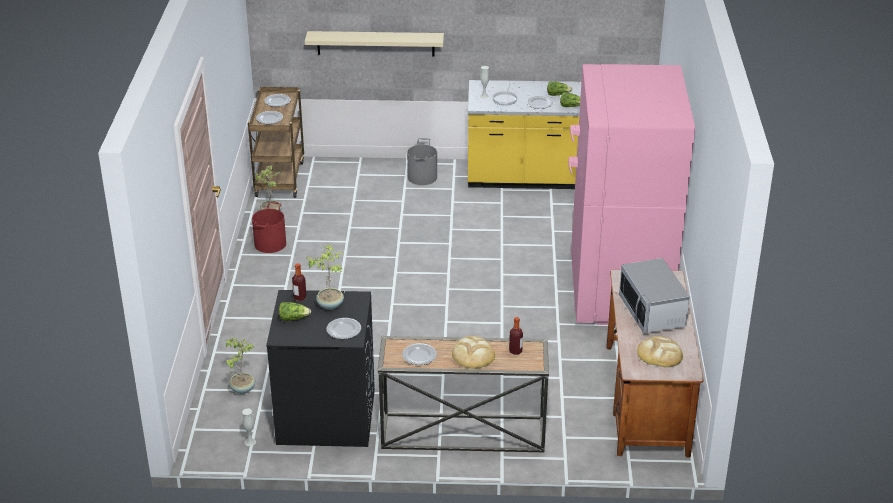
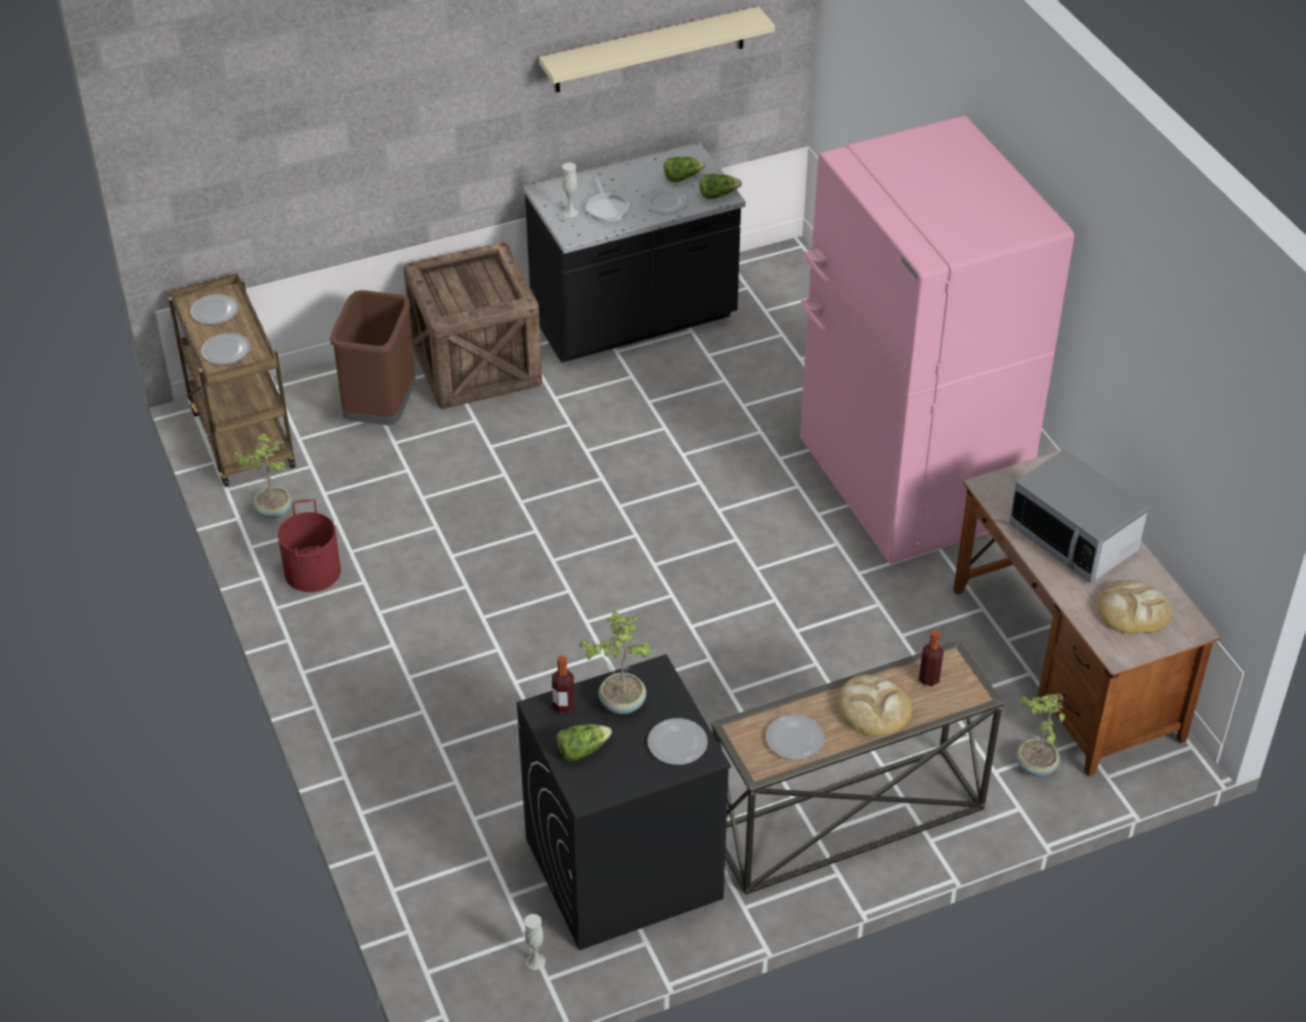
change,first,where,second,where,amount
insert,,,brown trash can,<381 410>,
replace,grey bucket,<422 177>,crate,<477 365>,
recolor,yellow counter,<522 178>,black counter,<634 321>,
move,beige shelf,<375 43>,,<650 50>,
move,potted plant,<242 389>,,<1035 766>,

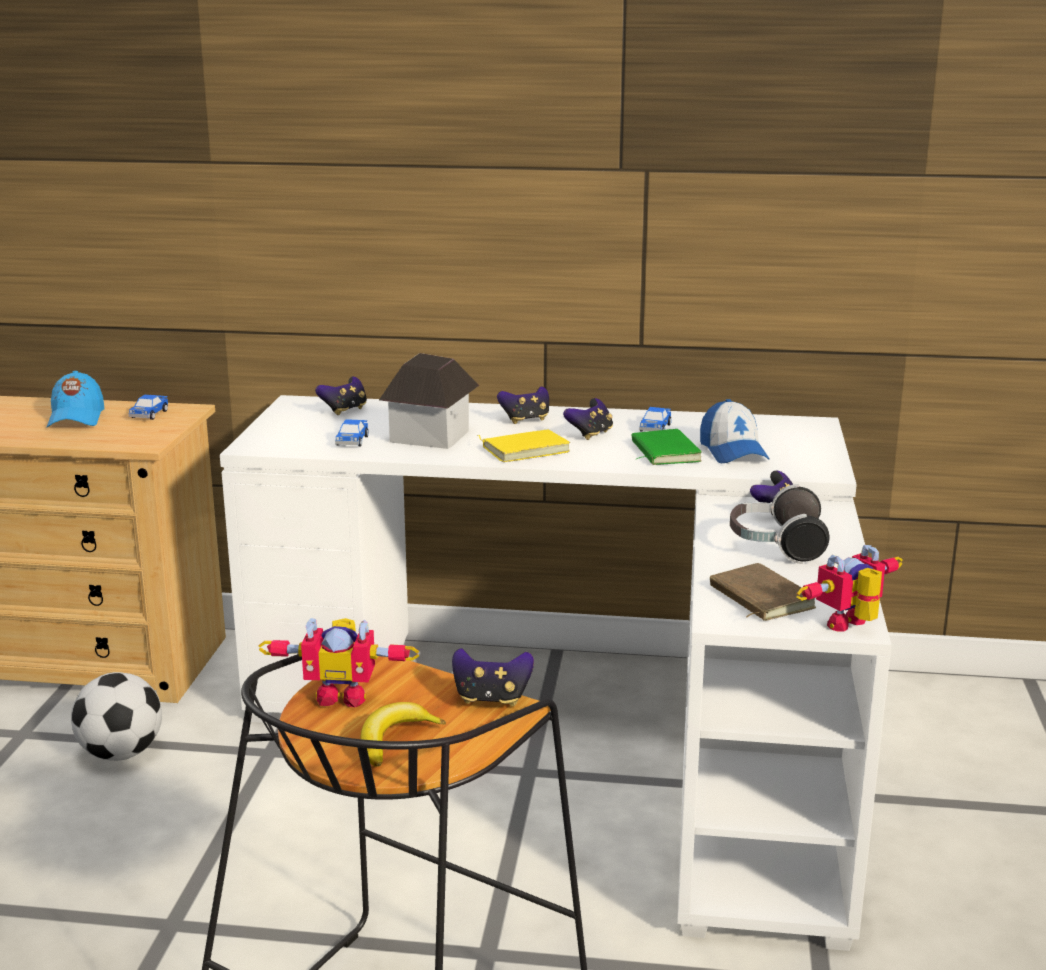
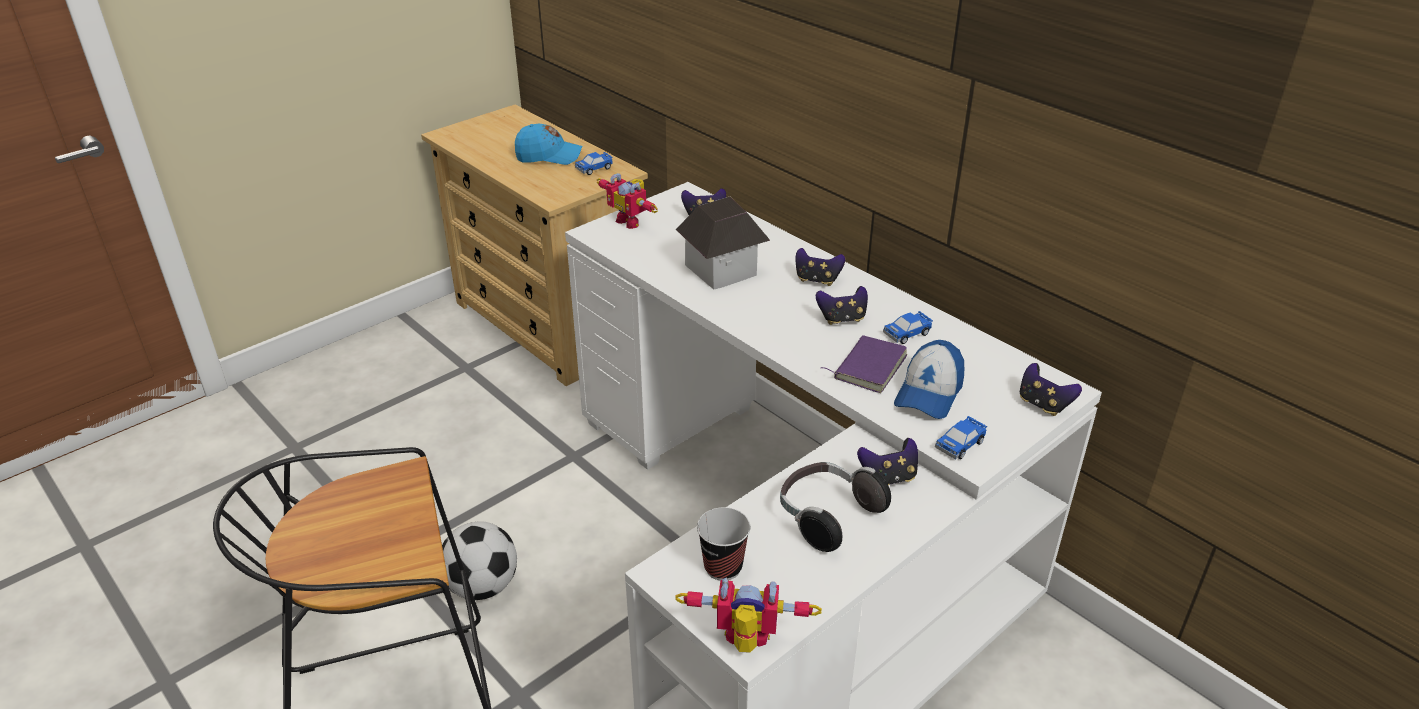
change,first,where,second,where,amount
move,football,<121 753>,,<483 586>,
rotate,blue cap,<76 418>,,<549 156>,120 degrees counterclockwise
move,toy robot,<343 695>,,<631 221>,
replace,brown book,<758 598>,cup,<723 567>,
recolor,green book,<662 452>,purple book,<868 366>,
move,toy car,<352 441>,,<960 444>,
move,game controller,<491 699>,,<1043 404>,
delete,banana,<395 740>,,,
delete,yellow book,<525 449>,,,

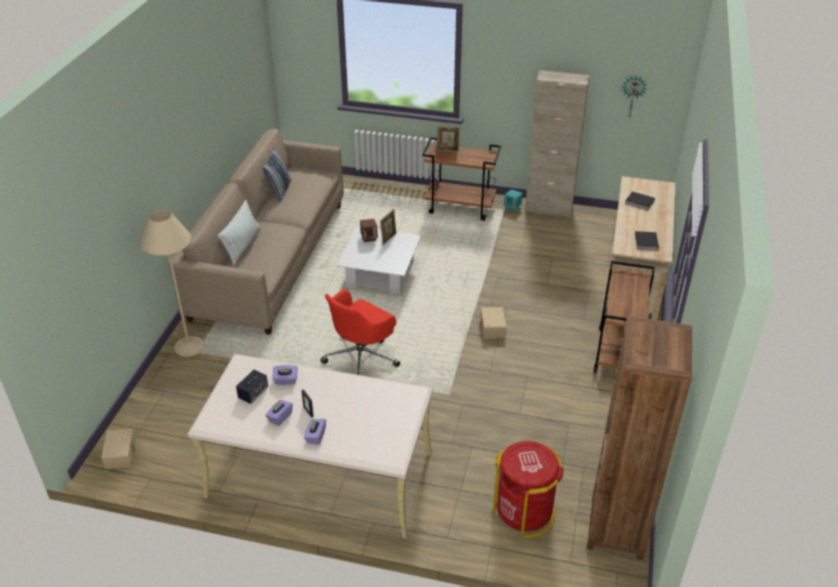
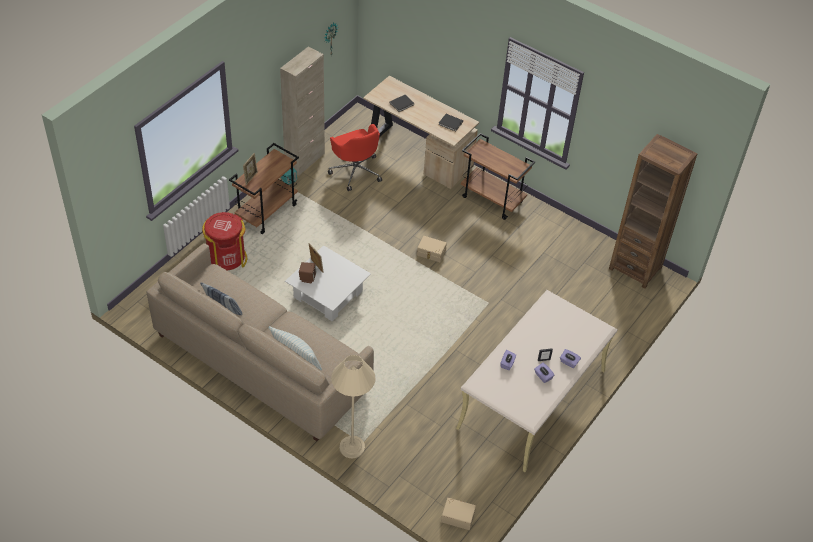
change,first,where,second,where,amount
move,red trash can,<524 511>,,<226 259>,
move,red office chair,<362 357>,,<355 171>,
delete,speaker,<253 393>,,,

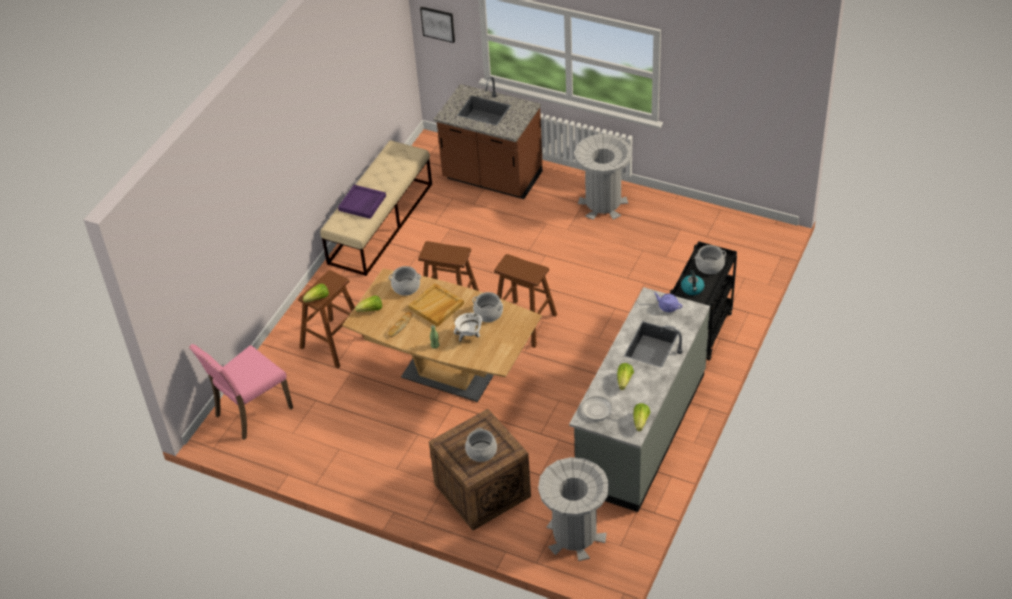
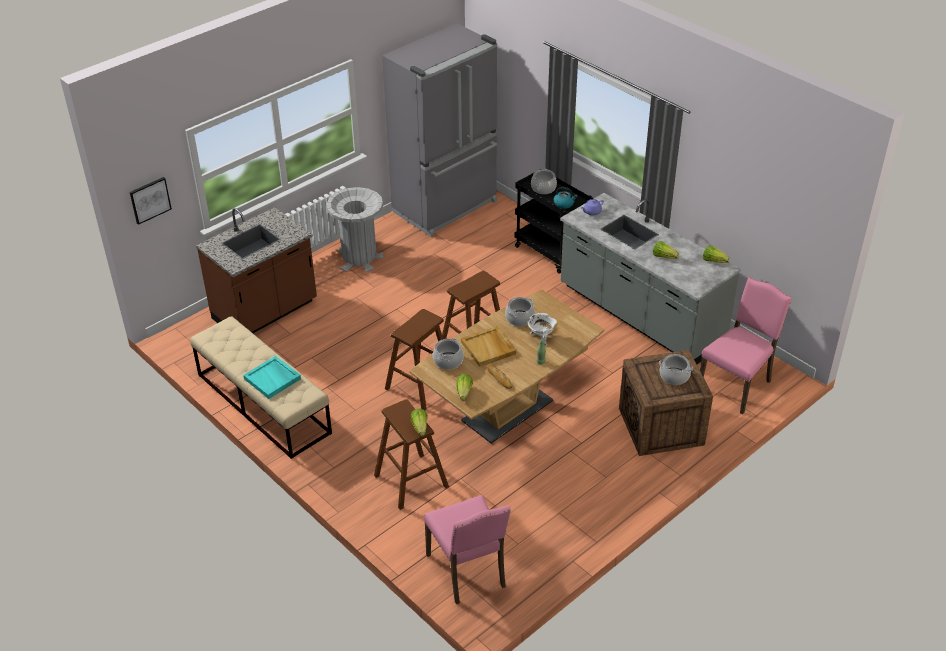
change,first,where,second,where,amount
recolor,purple tray,<362 203>,turquoise tray,<273 379>,
insert,,,grey fridge,<446 207>,
replace,grey trash can,<575 536>,pink chair,<736 385>,
delete,frying pan,<599 411>,,,

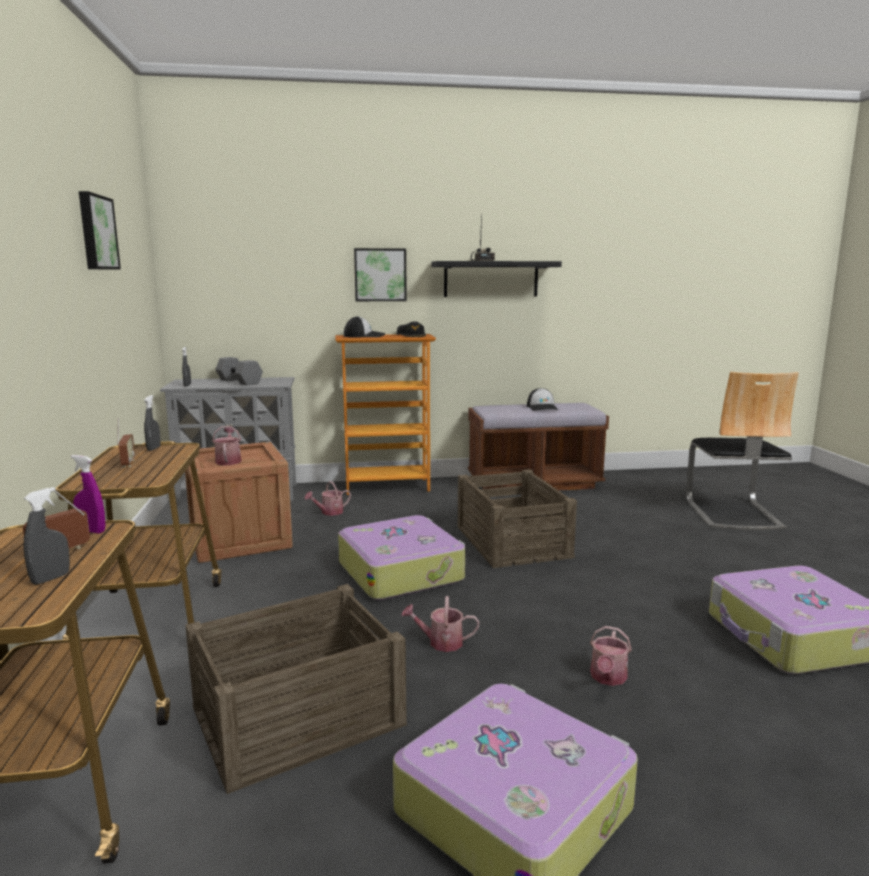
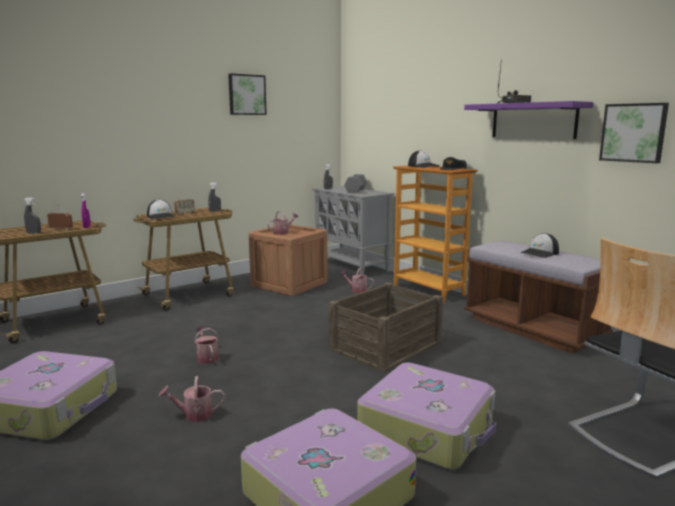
change,first,where,second,where,amount
insert,,,cap,<161 216>,
move,suitcase,<401 571>,,<427 428>,
recolor,black shelf,<491 279>,purple shelf,<533 121>,
move,picture,<380 275>,,<633 132>,
delete,crate,<299 717>,,,

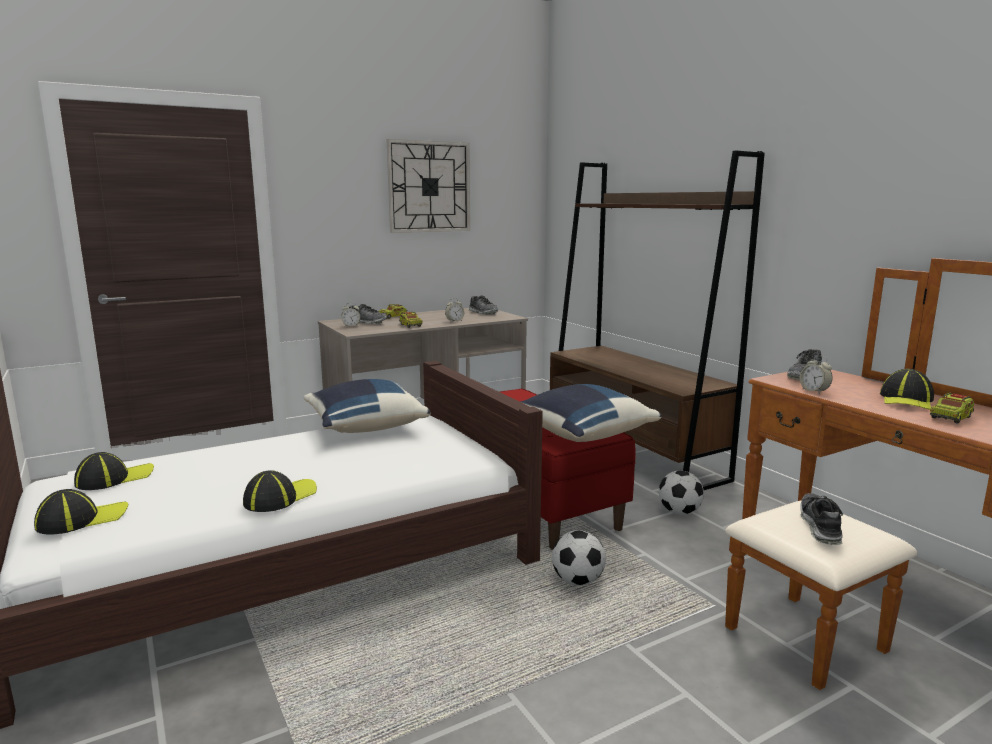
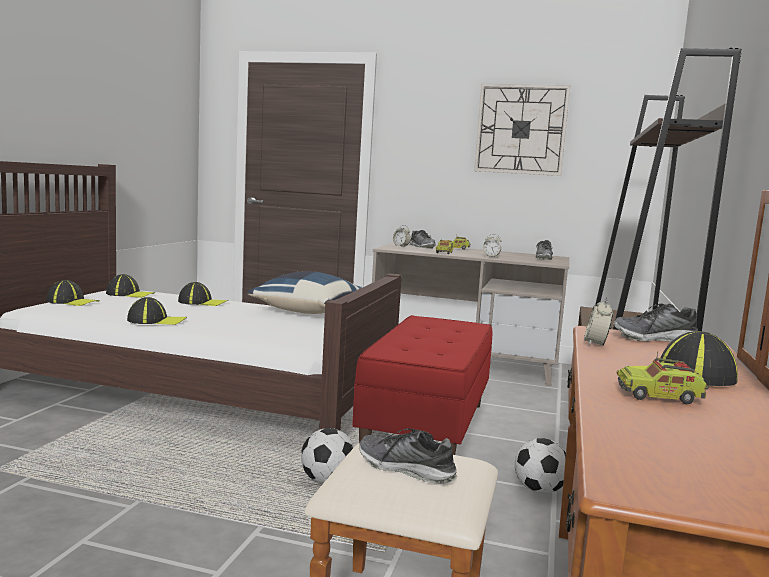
change,first,where,second,where,amount
insert,,,cap,<202 302>,
rotate,shoe,<819 526>,,<406 469>,120 degrees counterclockwise
delete,blue pillow,<580 434>,,,

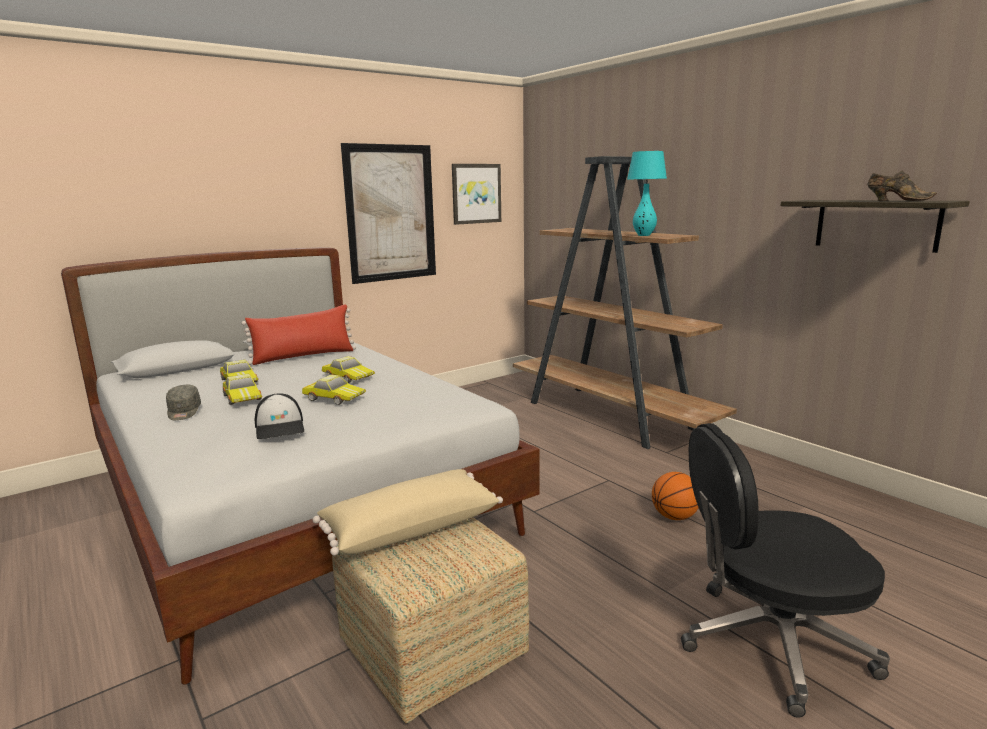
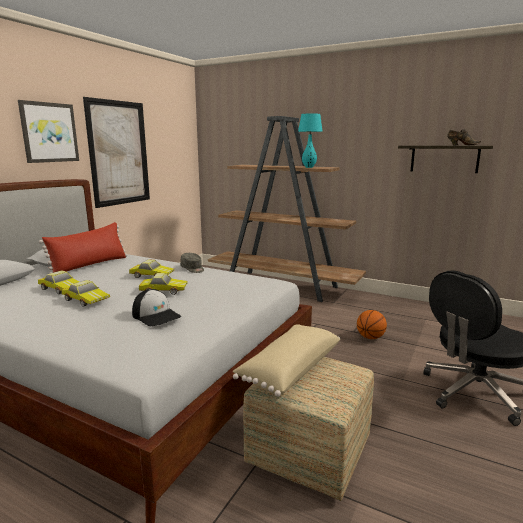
change,first,where,second,where,amount
move,picture,<476 193>,,<49 132>,
move,grey cap,<184 412>,,<193 269>,

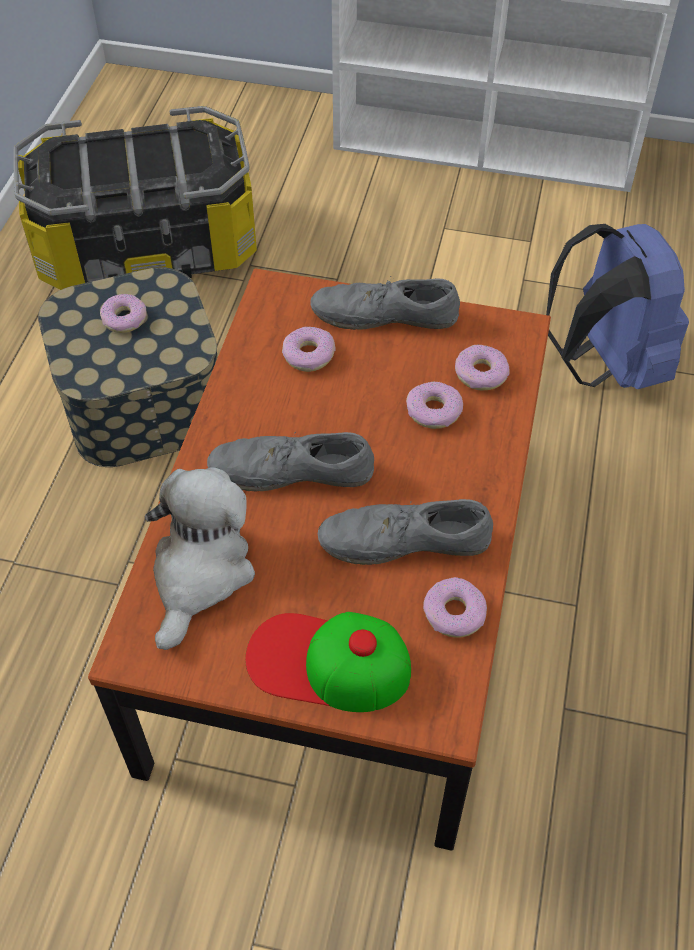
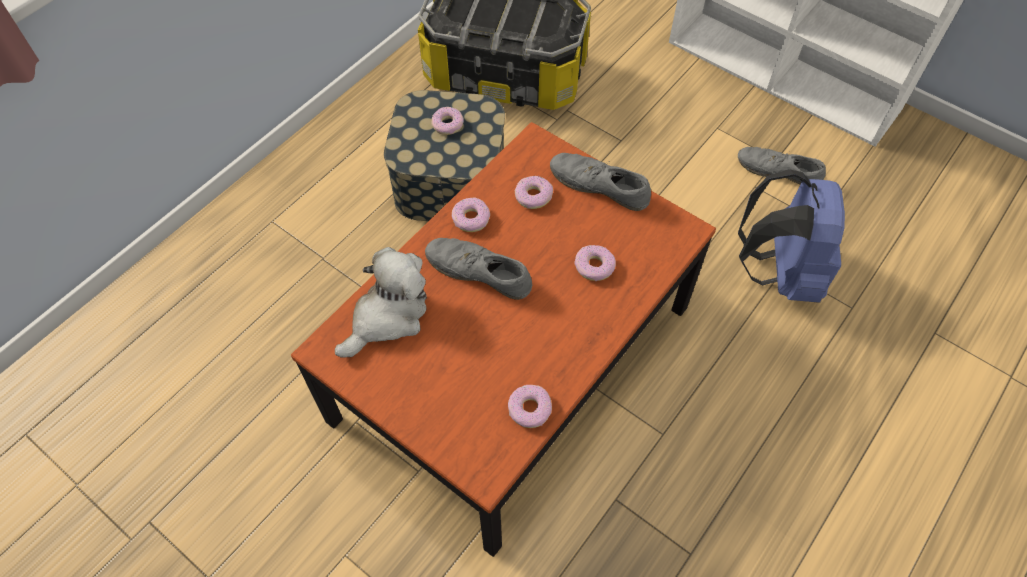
change,first,where,second,where,amount
move,donut,<480 374>,,<471 219>,
move,grey shoe,<404 541>,,<778 171>,
delete,cap,<327 663>,,,

